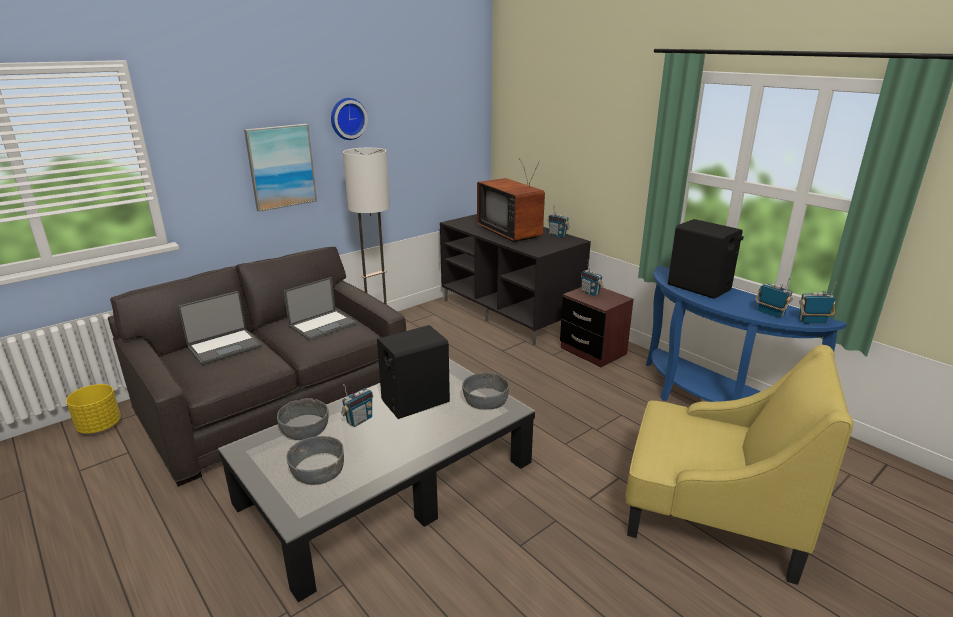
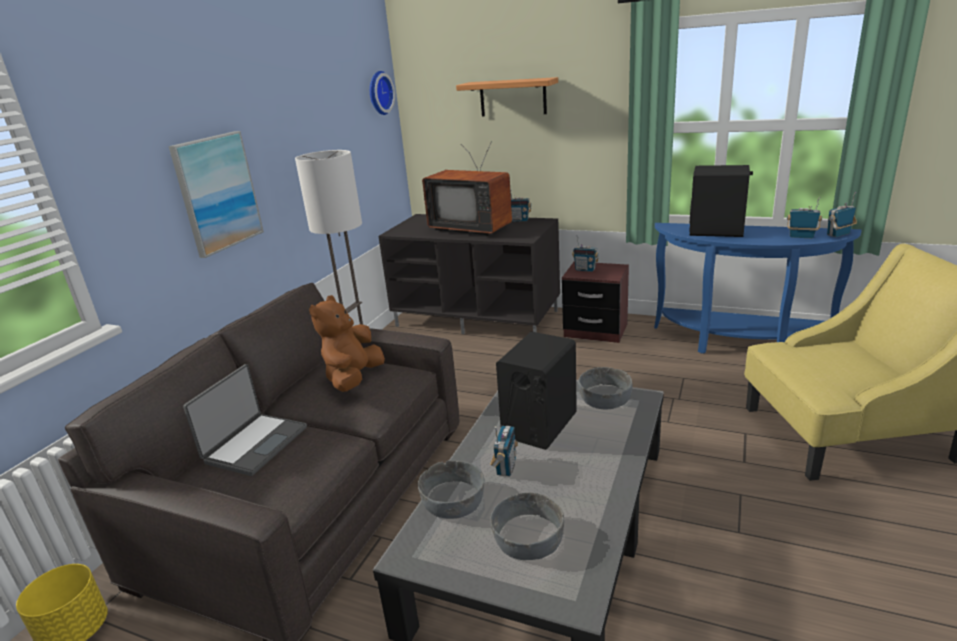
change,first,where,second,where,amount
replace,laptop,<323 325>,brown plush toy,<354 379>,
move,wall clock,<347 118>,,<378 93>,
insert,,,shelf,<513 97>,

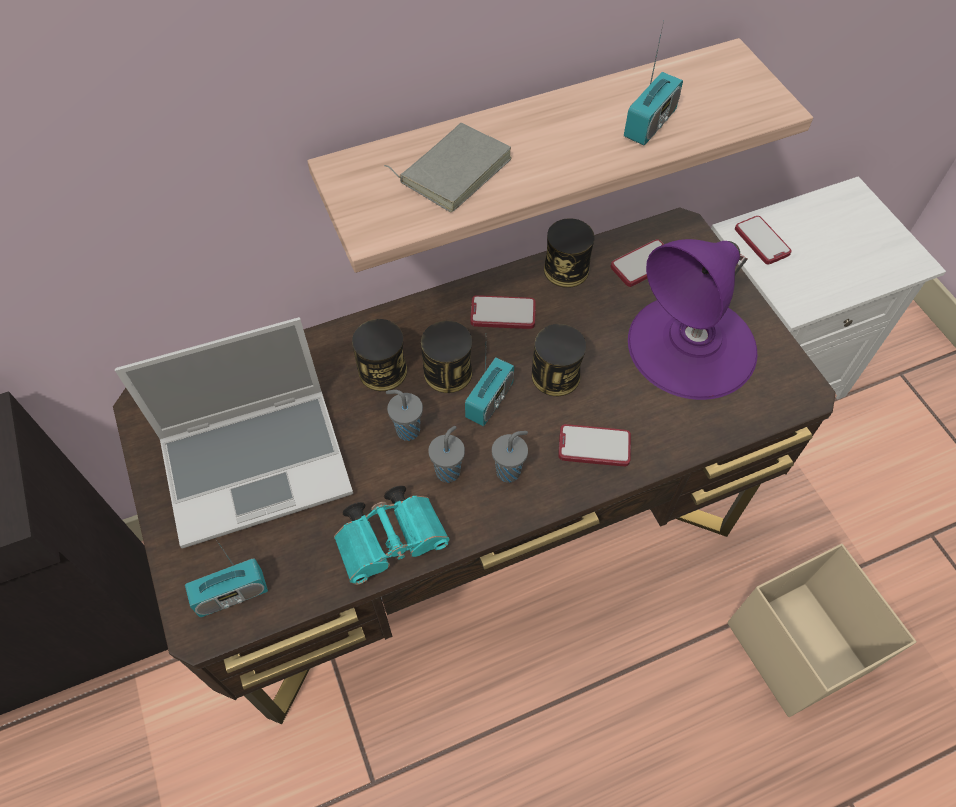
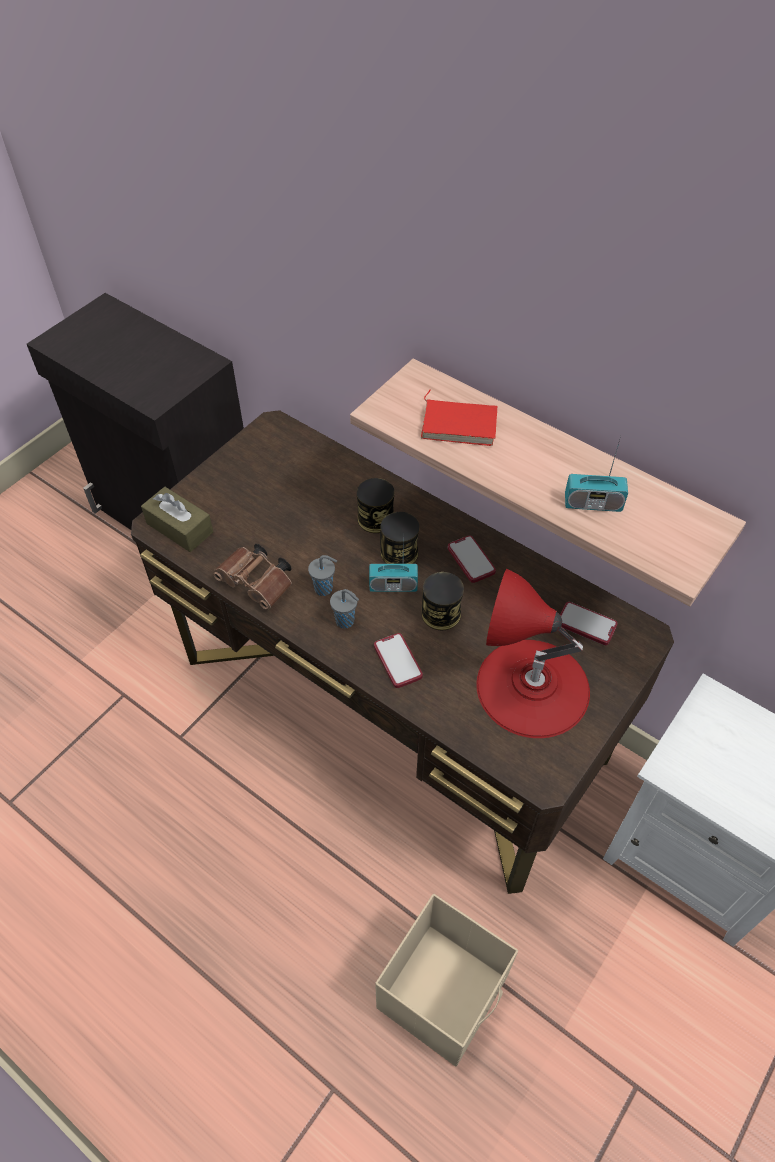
change,first,where,second,where,amount
replace,radio,<232 594>,brown tissue box,<180 528>,
recolor,turquoise binoculars,<393 540>,brown binoculars,<258 584>,
recolor,grey book,<453 169>,red book,<459 424>,
recolor,purple table lamp,<692 345>,red table lamp,<532 687>,
delete,laptop,<258 464>,,,
delete,grey cup,<406 430>,,,
delete,can,<566 269>,,,
delete,phone,<762 241>,,,

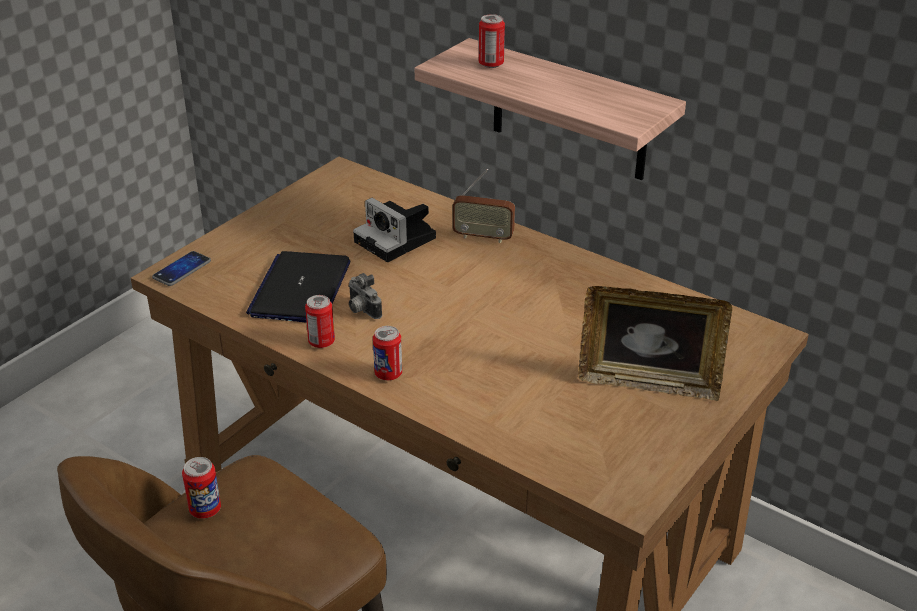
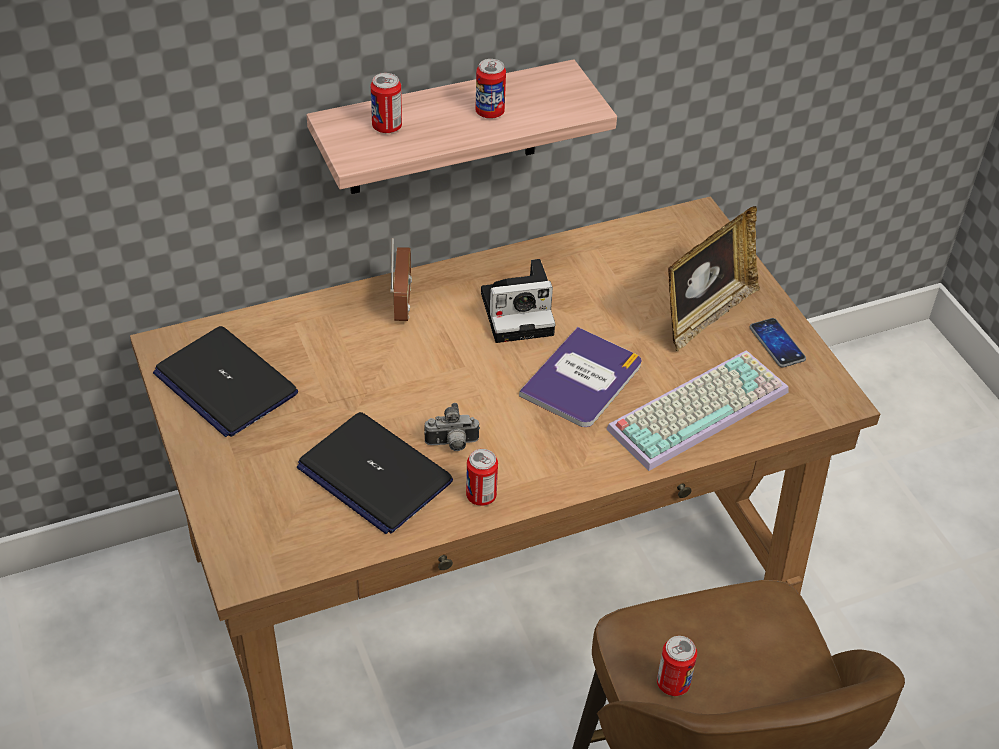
change,first,where,second,where,amount
insert,,,laptop,<225 383>,
rotate,radio,<483 237>,,<402 303>,45 degrees counterclockwise
move,can,<388 374>,,<489 112>,
move,photo camera,<398 240>,,<520 312>,
insert,,,book,<582 379>,
insert,,,keyboard,<698 407>,
move,phone,<182 270>,,<777 344>,

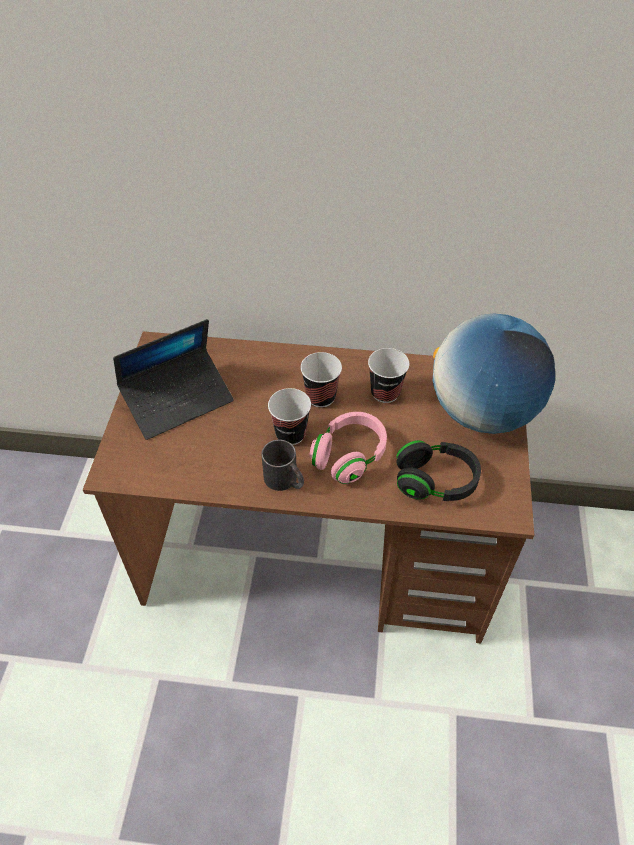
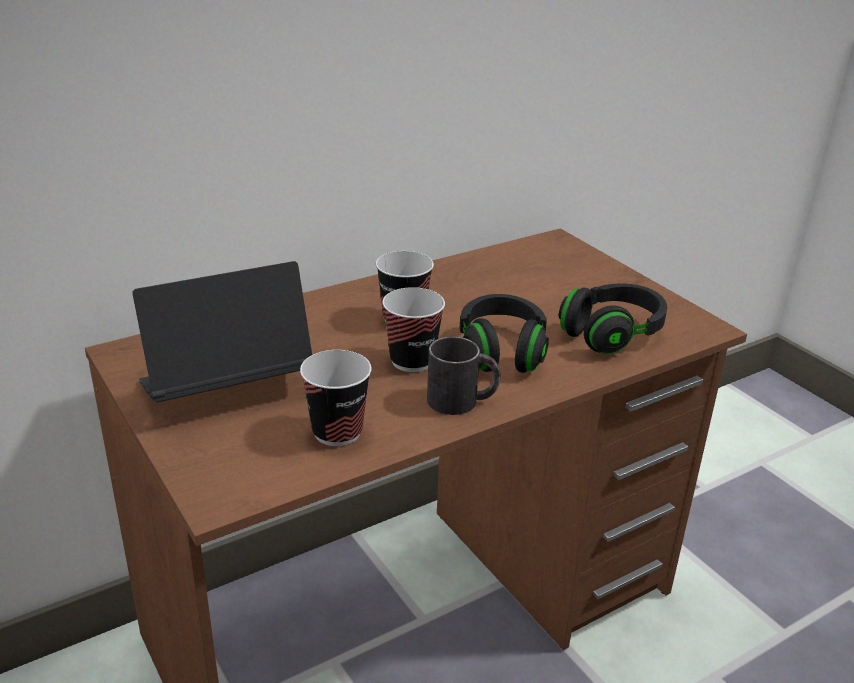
change,first,where,second,where,amount
rotate,laptop,<178 400>,,<225 389>,135 degrees counterclockwise
move,cup,<385 393>,,<337 432>,
recolor,pink headphones,<349 456>,black headphones,<502 351>,
delete,globe,<482 412>,,,

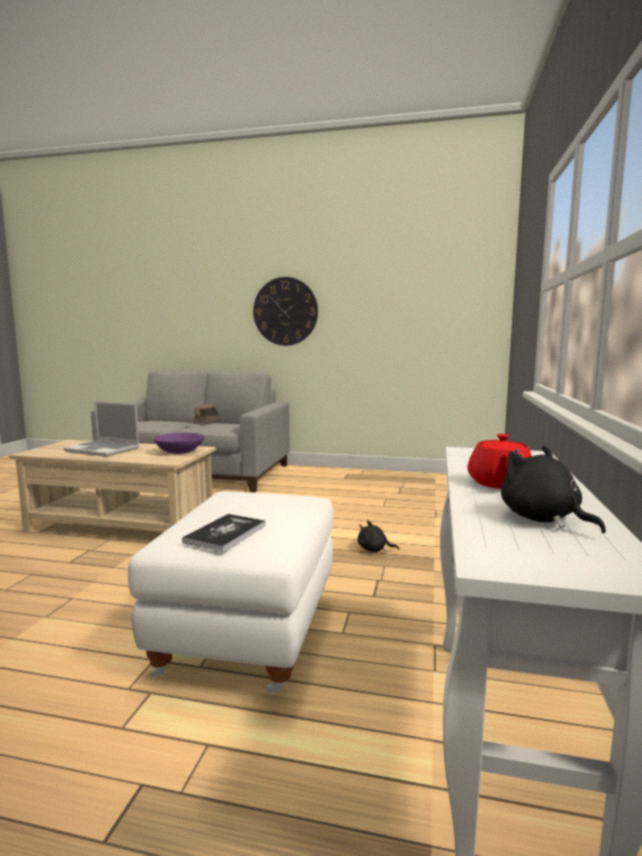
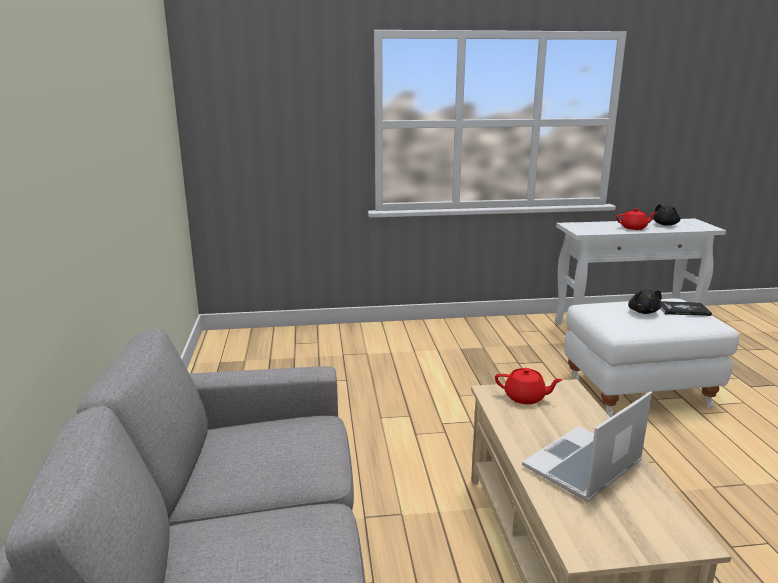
change,first,where,second,where,amount
replace,purple bowl,<180 452>,red teapot,<525 397>,
rotate,laptop,<104 450>,,<583 466>,135 degrees counterclockwise
move,black plush toy,<374 550>,,<643 311>,
delete,brown hat,<208 422>,,,
delete,wall clock,<285 311>,,,

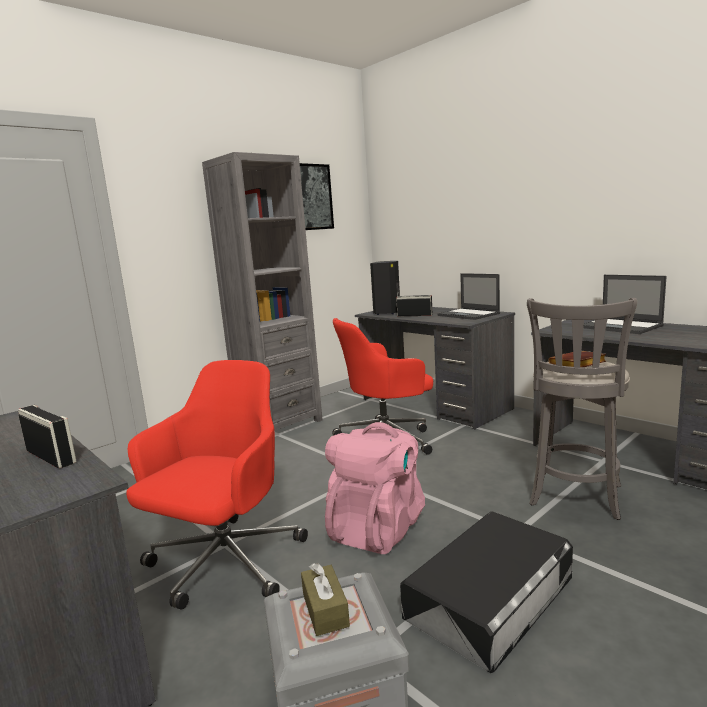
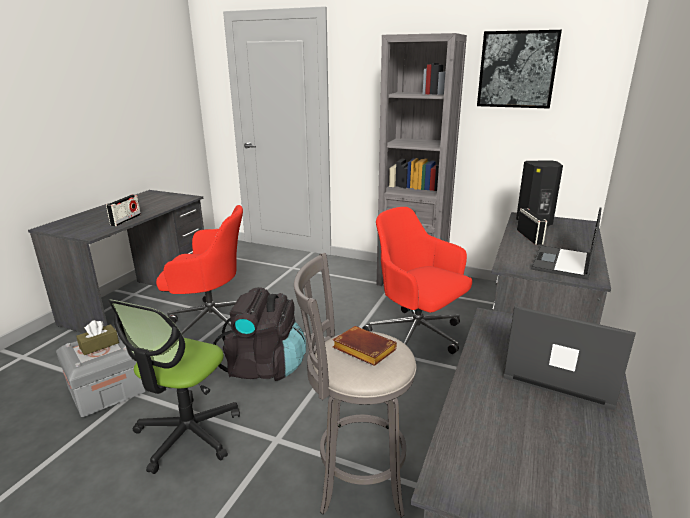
change,first,where,second,where,amount
replace,black storage box,<490 597>,office chair,<188 434>,
recolor,pink backpack,<378 527>,black backpack,<264 367>,
rotate,laptop,<621 327>,,<559 371>,90 degrees clockwise

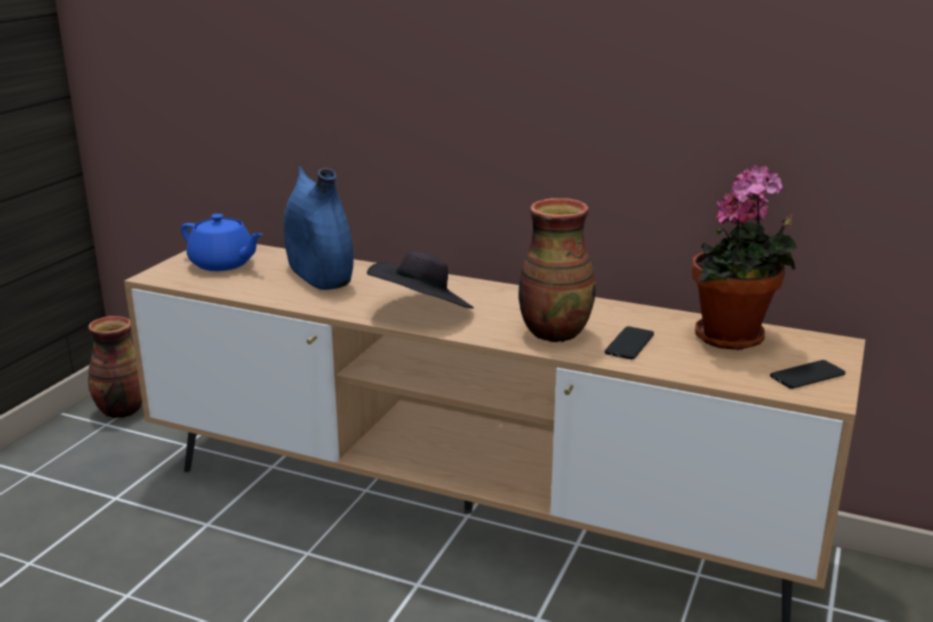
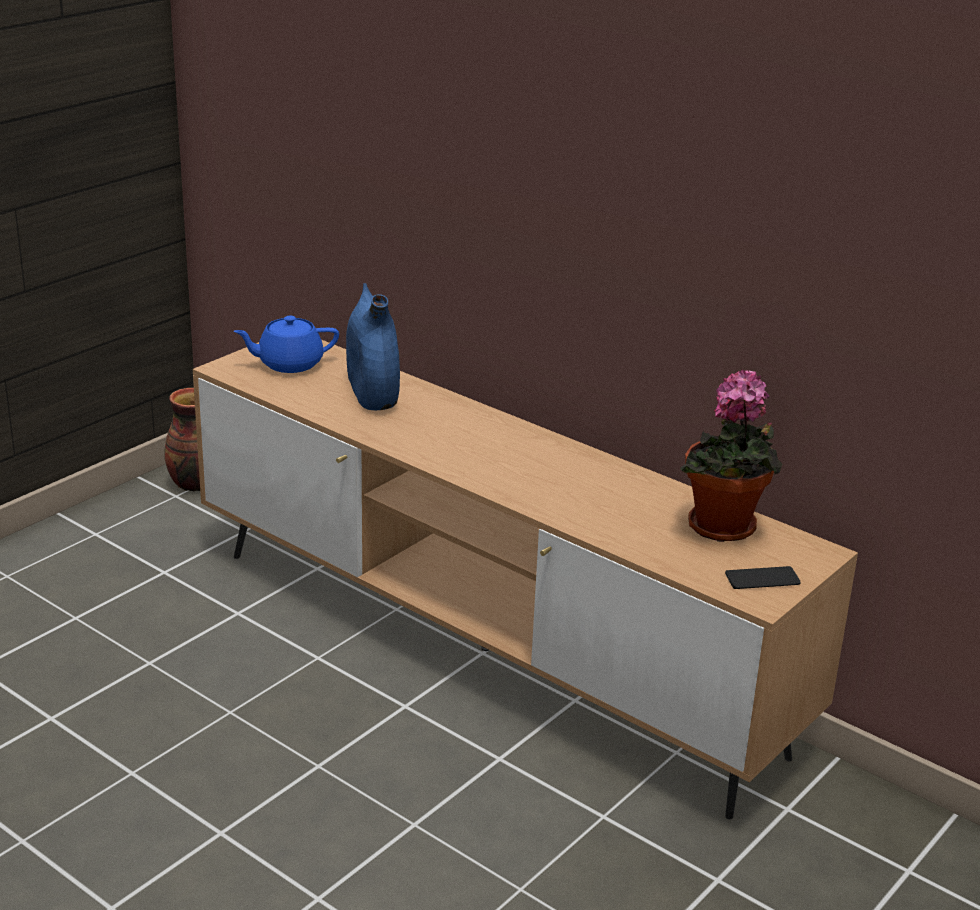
change,first,where,second,where,amount
rotate,blue teapot,<223 264>,,<289 364>,120 degrees clockwise
delete,black hat,<422 311>,,,
delete,vase,<554 332>,,,
delete,phone,<629 344>,,,

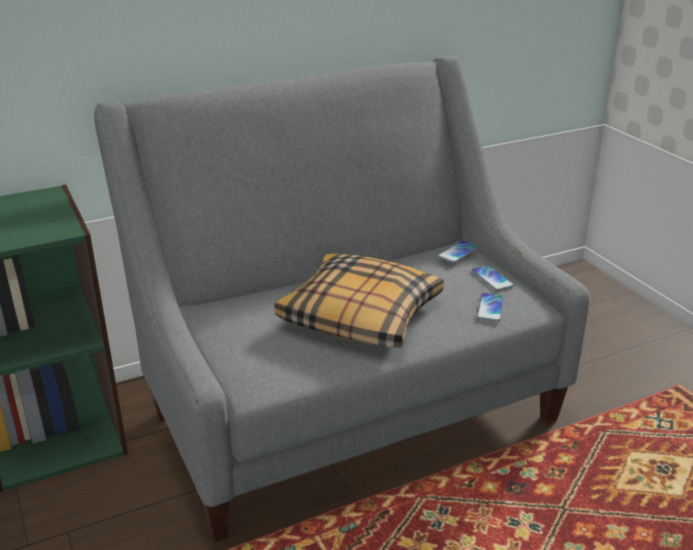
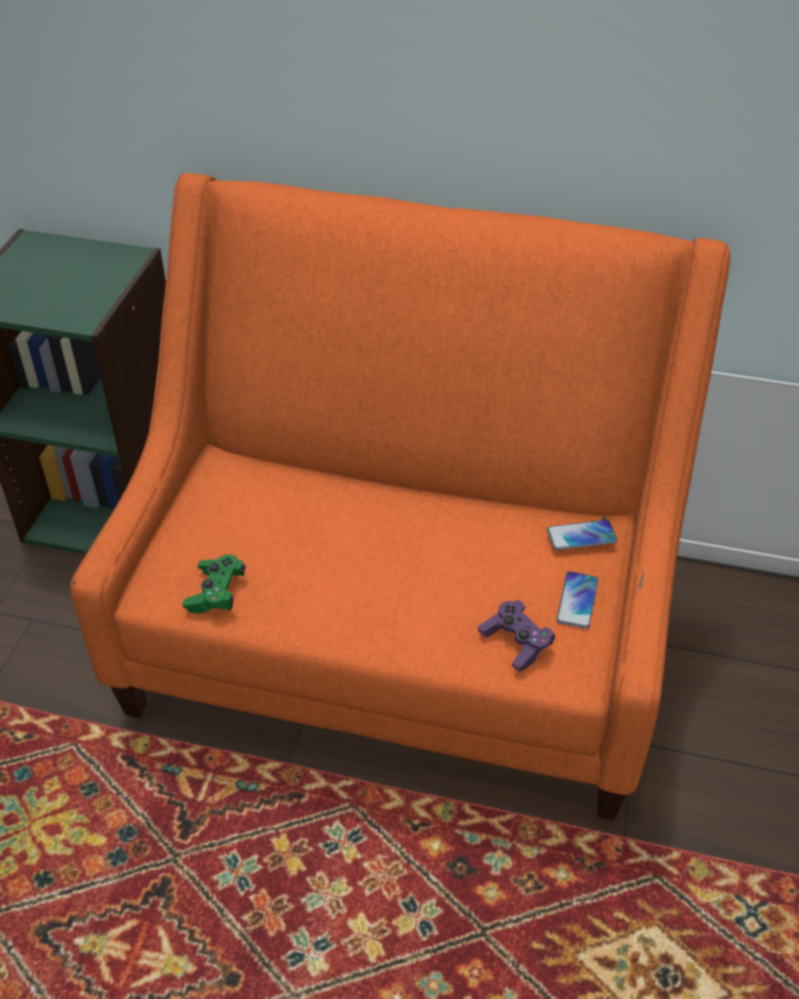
change,first,where,second,where,amount
recolor,grey sofa,<345 404>,orange sofa,<399 640>,
insert,,,green game controller,<216 593>,
replace,phone,<490 308>,purple game controller,<516 643>,
delete,pillow,<360 316>,,,

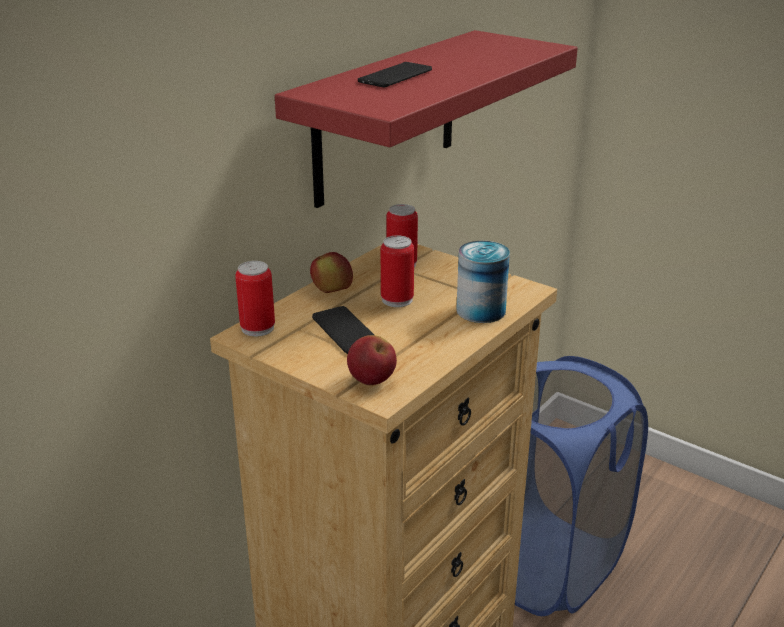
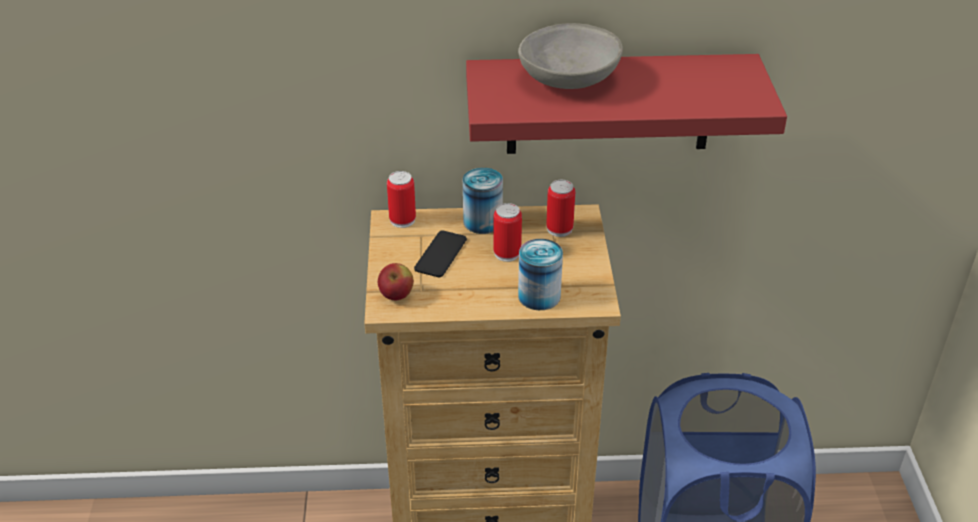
change,first,where,second,where,amount
replace,apple,<332 291>,can,<482 221>,
replace,phone,<395 76>,grey bowl,<569 80>,

